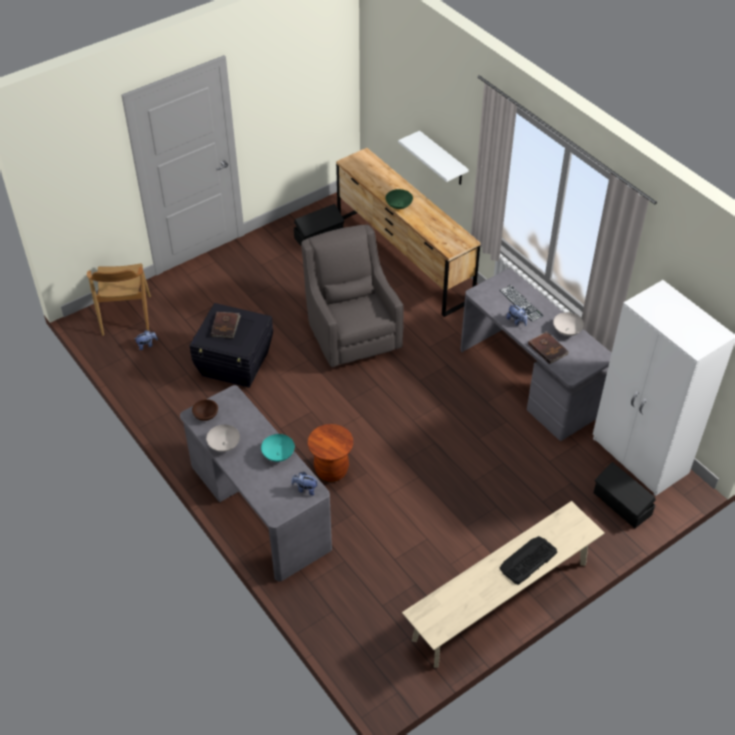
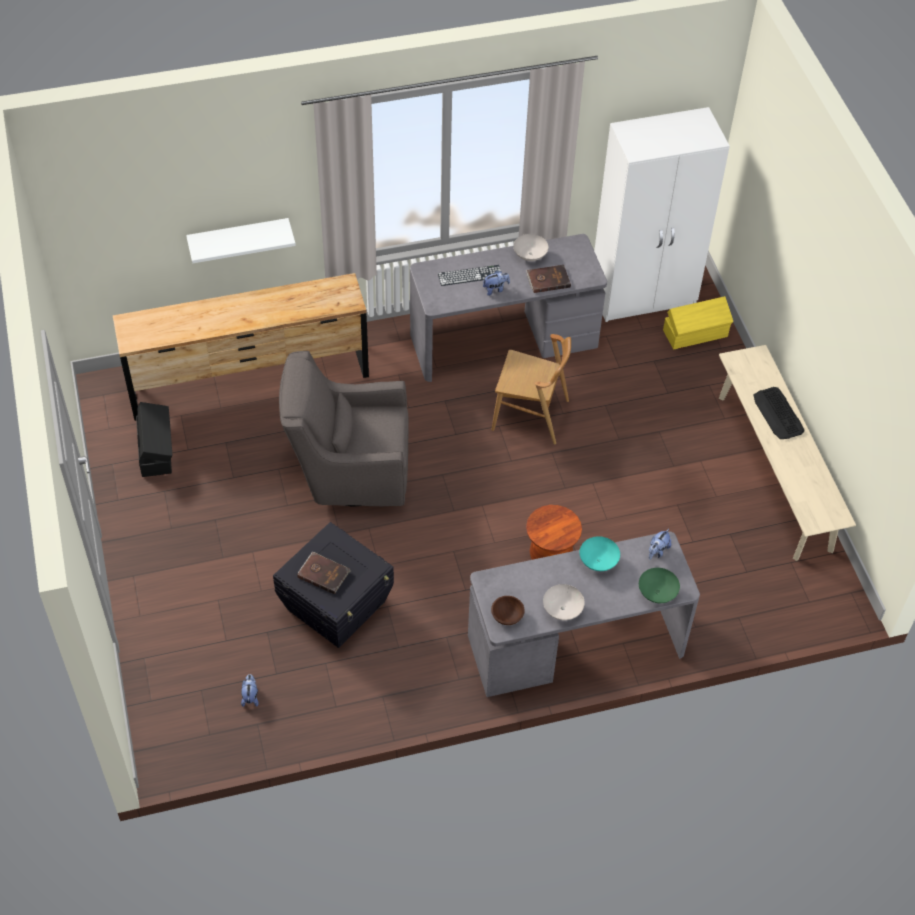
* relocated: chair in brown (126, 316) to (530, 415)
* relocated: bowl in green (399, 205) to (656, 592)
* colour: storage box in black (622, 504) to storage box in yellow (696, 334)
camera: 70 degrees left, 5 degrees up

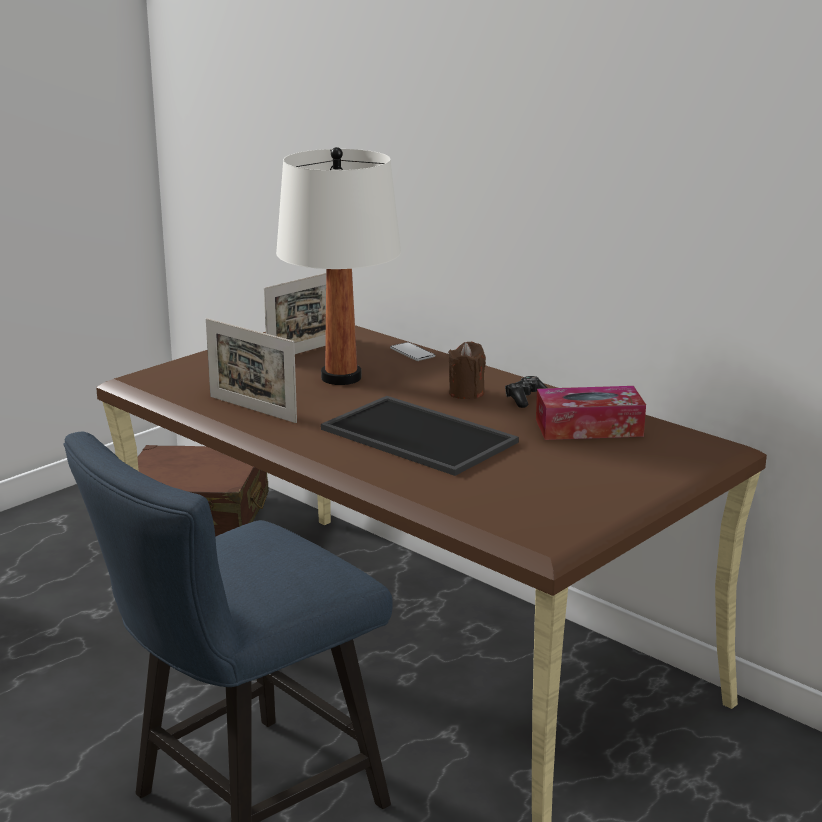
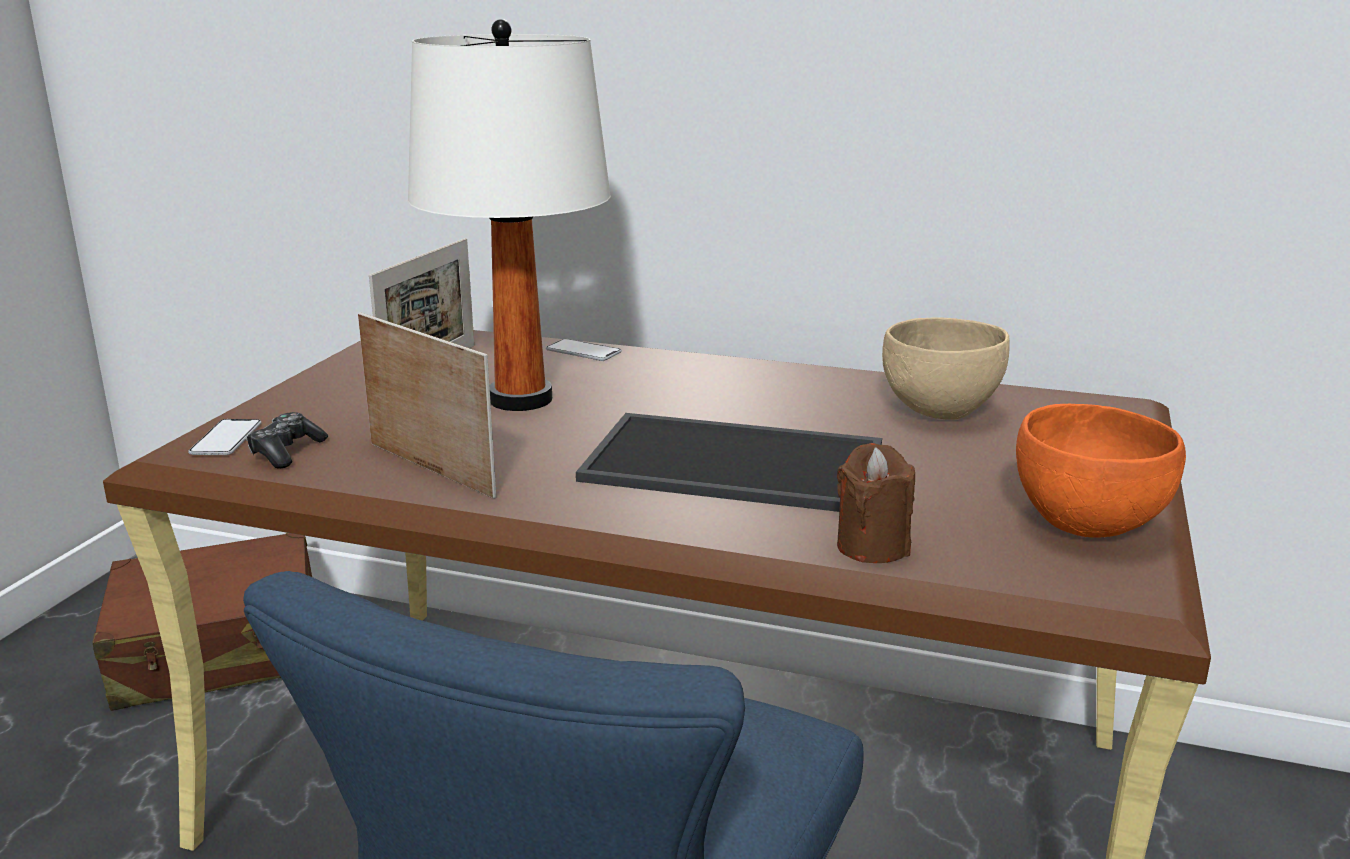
* spun: picture frame (252, 409) = (430, 469) 150 degrees counterclockwise
* relocated: candle in brown (466, 393) to (872, 546)
* relocated: game controller (526, 399) to (286, 452)
* exchanged: tissue box (589, 428) to bowl in beige (940, 410)
* appeared: phone (226, 439)
* appeared: bowl in orange (1085, 524)
camera: 25 degrees left, 0 degrees up

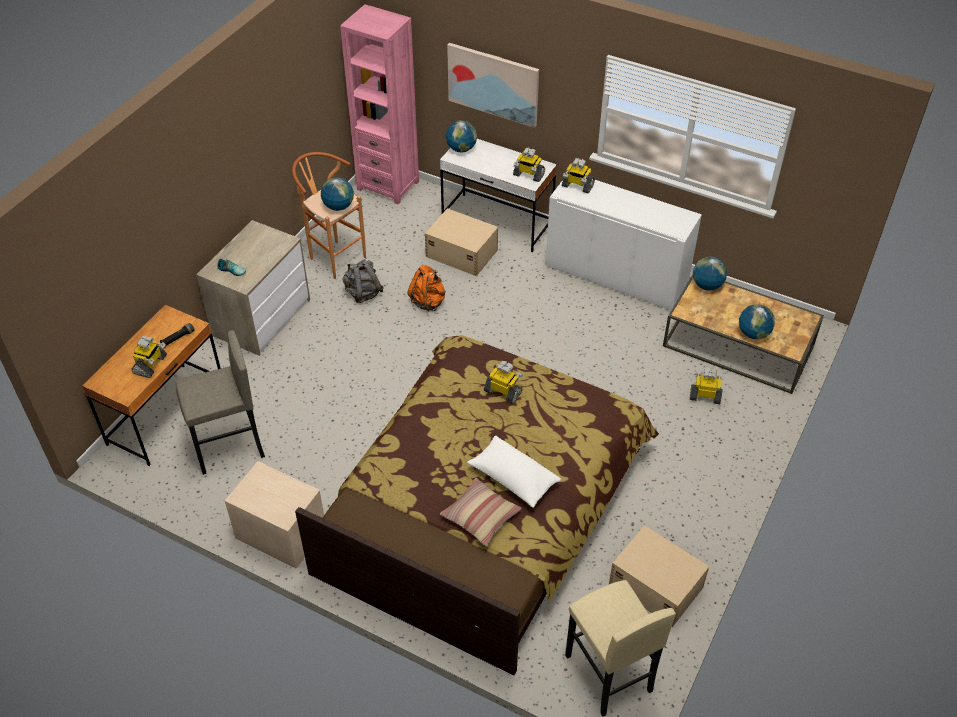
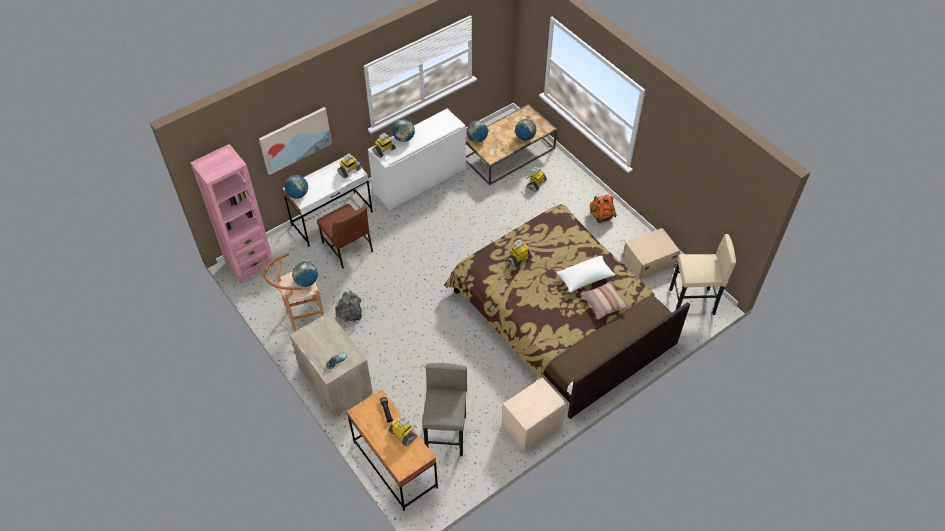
* relocated: backpack in orange (428, 301) to (601, 216)
* exchanged: storage box in beige (461, 253) to chair in brown (347, 248)
* appeared: globe (404, 138)
camera: 65 degrees left, 5 degrees up

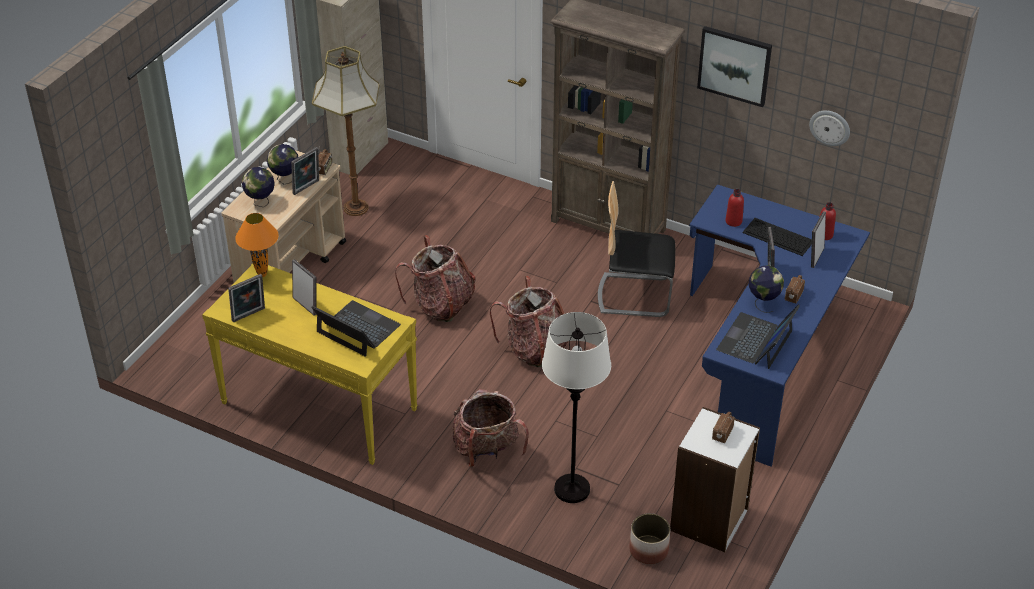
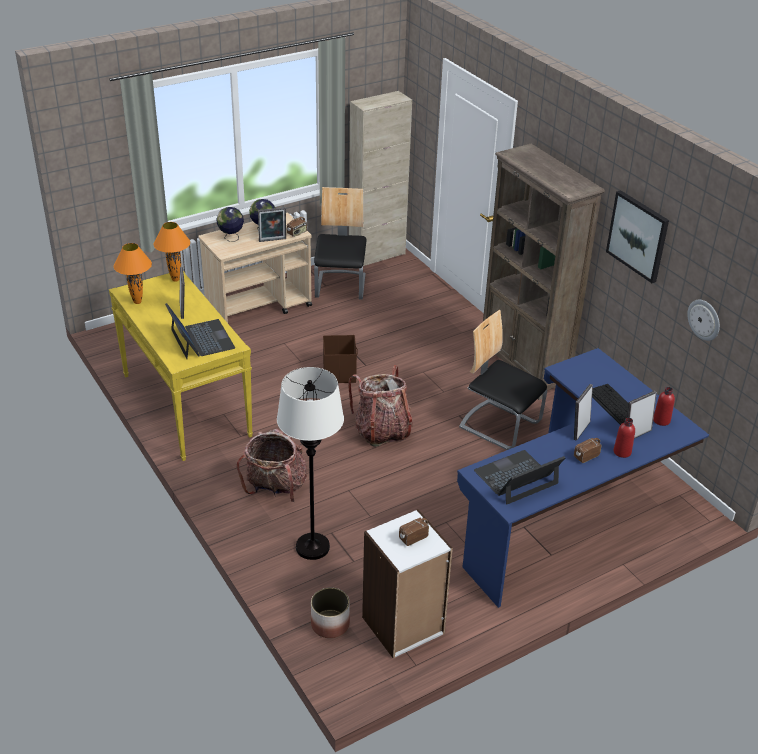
* exchanged: picture frame (249, 316) to table lamp in orange (138, 302)
* exchanged: floor lamp (355, 207) to chair (341, 286)
* exchanged: backpack (440, 305) to storage box in brown (339, 373)
* relocated: bottle in red (733, 221) to (622, 452)
* missing: globe (763, 303)
camera: 30 degrees right, 5 degrees down

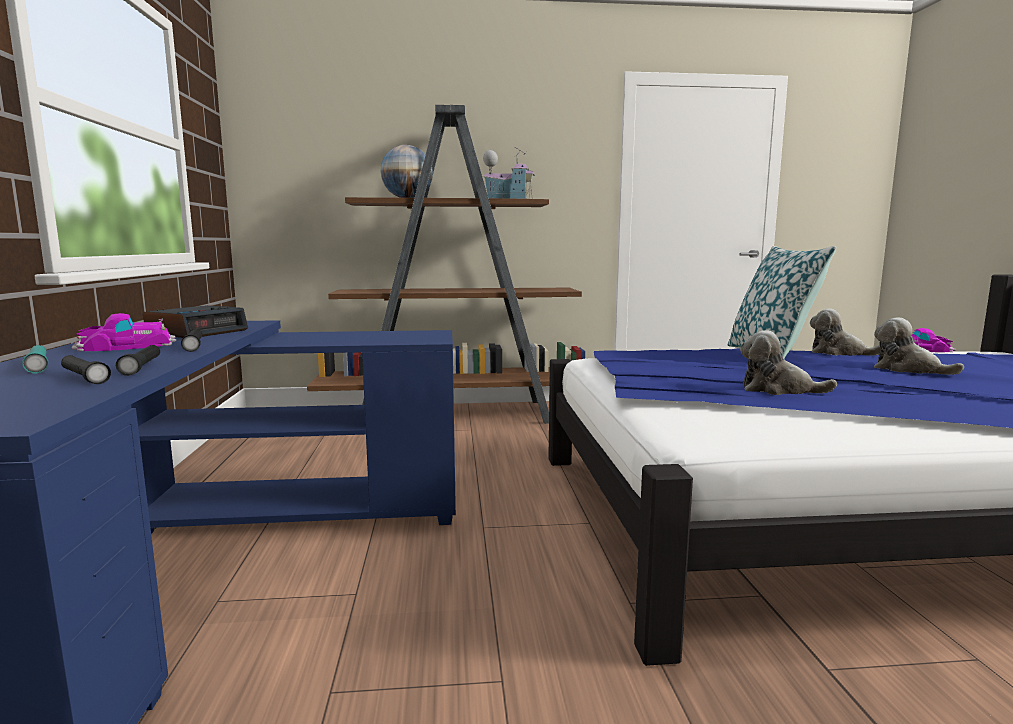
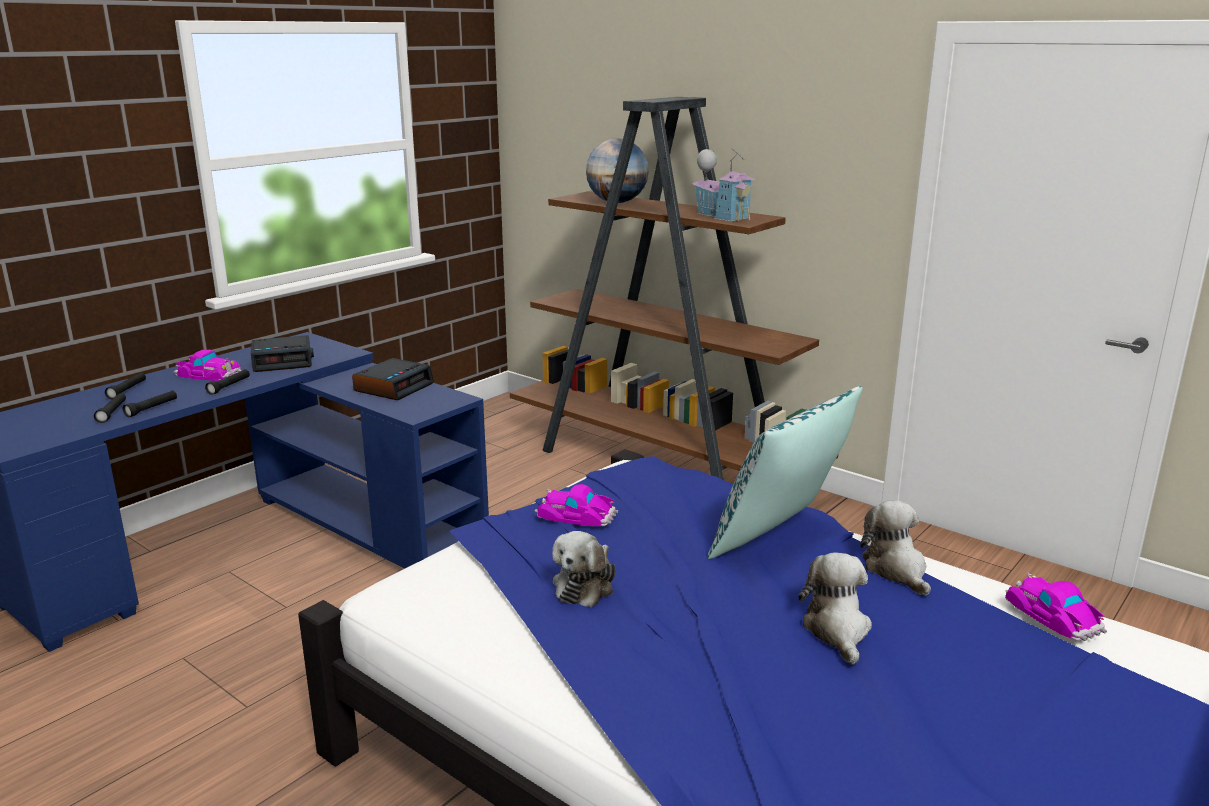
* colour: flashlight in turquoise (38, 366) to flashlight in black (127, 390)
* spun: plush toy (778, 390) = (585, 585) 135 degrees counterclockwise
* appeared: alarm clock (394, 387)
* appeared: toy car (576, 514)
camera: 45 degrees right, 10 degrees up

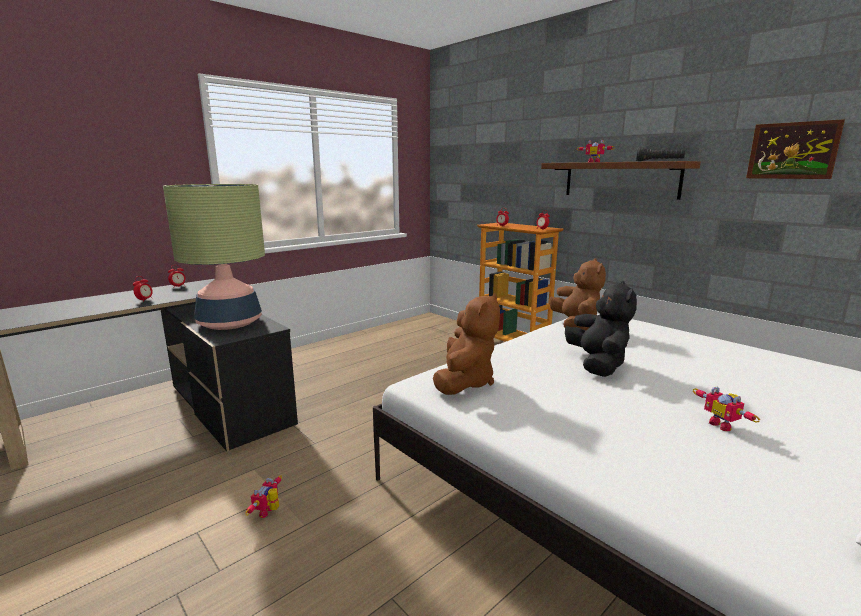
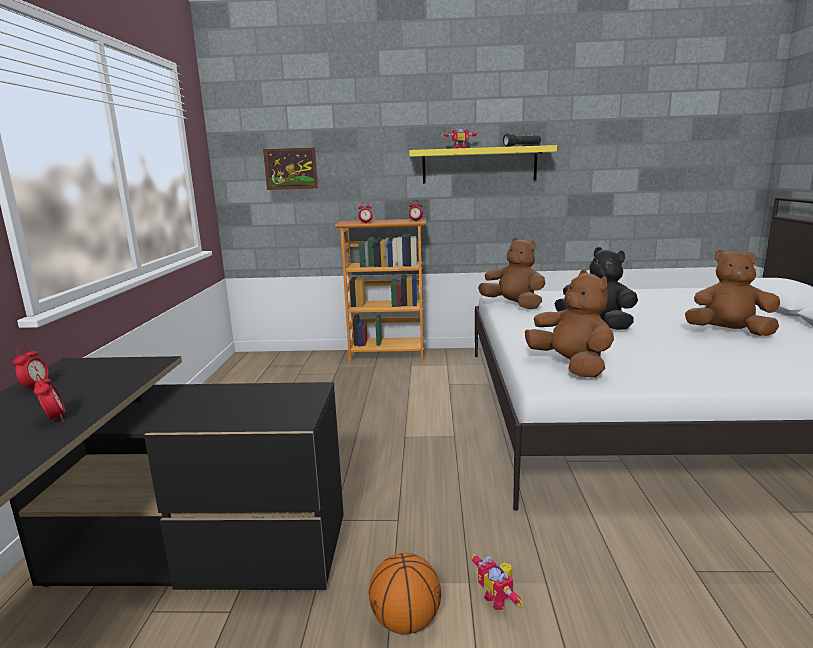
* missing: table lamp (229, 323)
* colour: shelf in brown (620, 179) to shelf in yellow (479, 165)
* exchanged: toy robot (722, 425) to plush toy in brown (728, 332)
* relocated: picture (792, 150) to (291, 168)
* appeared: basketball (406, 621)
camera: 45 degrees left, 0 degrees up

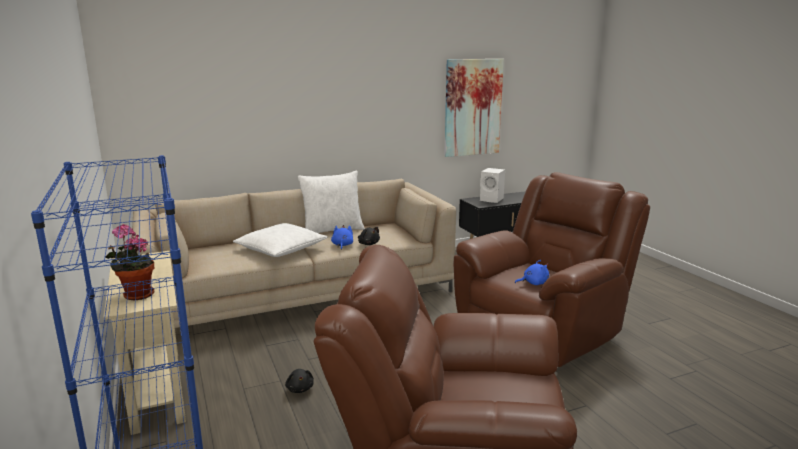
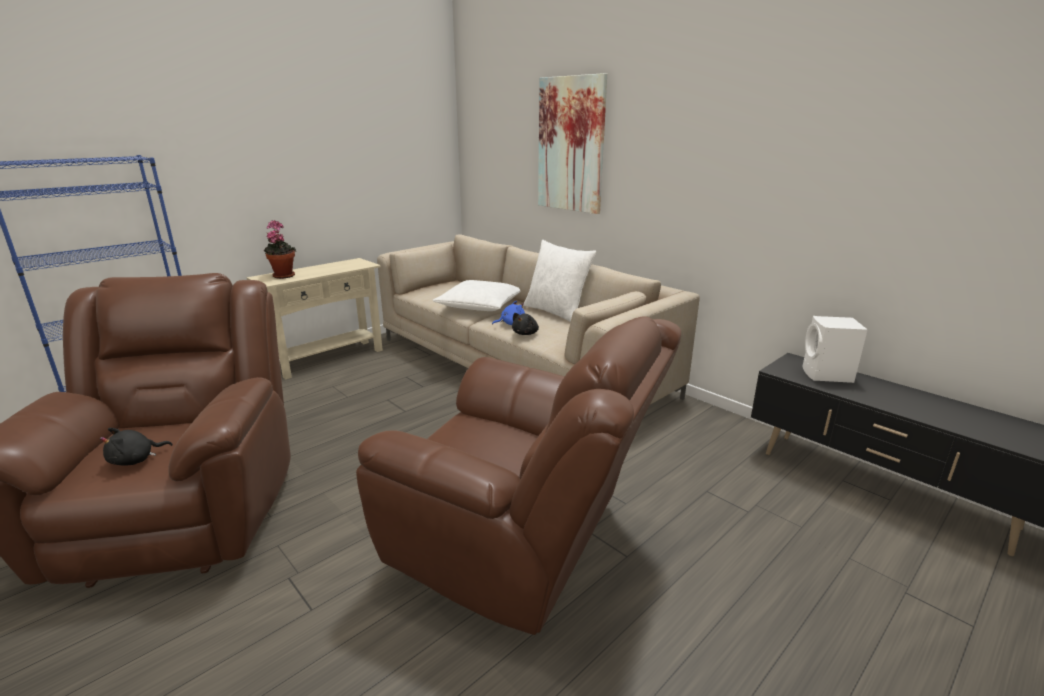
* relocated: plush toy in black (300, 389) to (136, 460)
* relocated: picture (473, 107) to (571, 145)
* missing: plush toy in blue (533, 283)
camera: 70 degrees right, 5 degrees up

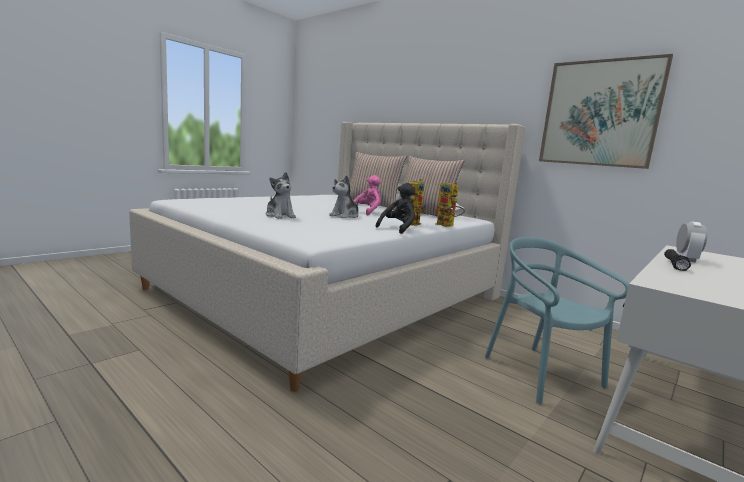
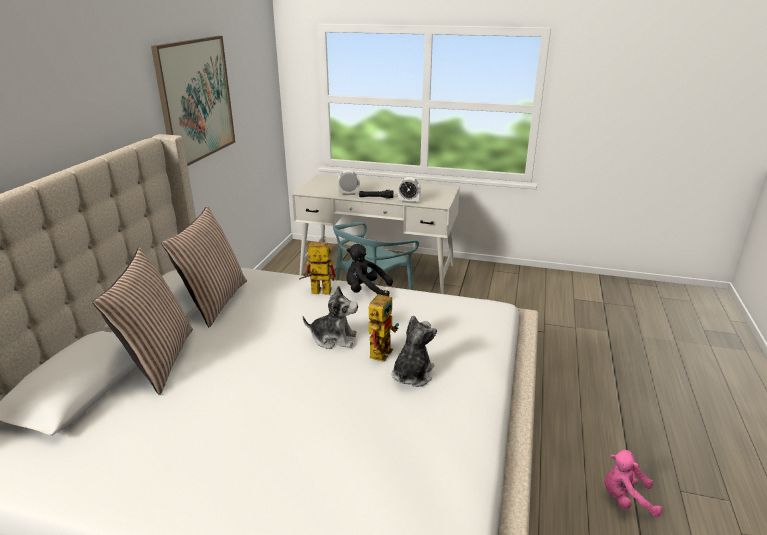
* relocated: plush toy in pink (367, 212) to (625, 499)
* relocated: toy robot (448, 225) to (381, 350)
* appeared: alarm clock (409, 201)
camera: 115 degrees left, 15 degrees up

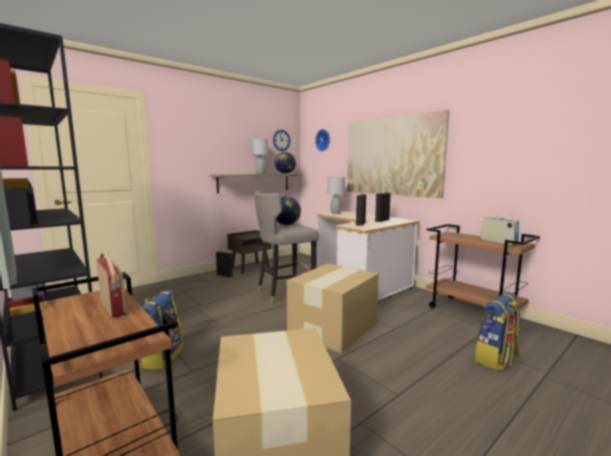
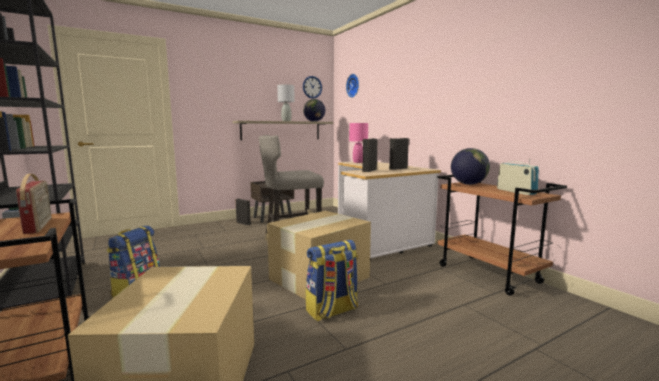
* relocated: globe (286, 224) to (468, 184)
* colour: table lamp in grey (335, 213) to table lamp in pink (358, 162)
* missing: picture (391, 156)
* relocated: backpack (496, 359) to (332, 311)
camera: 10 degrees right, 0 degrees up

